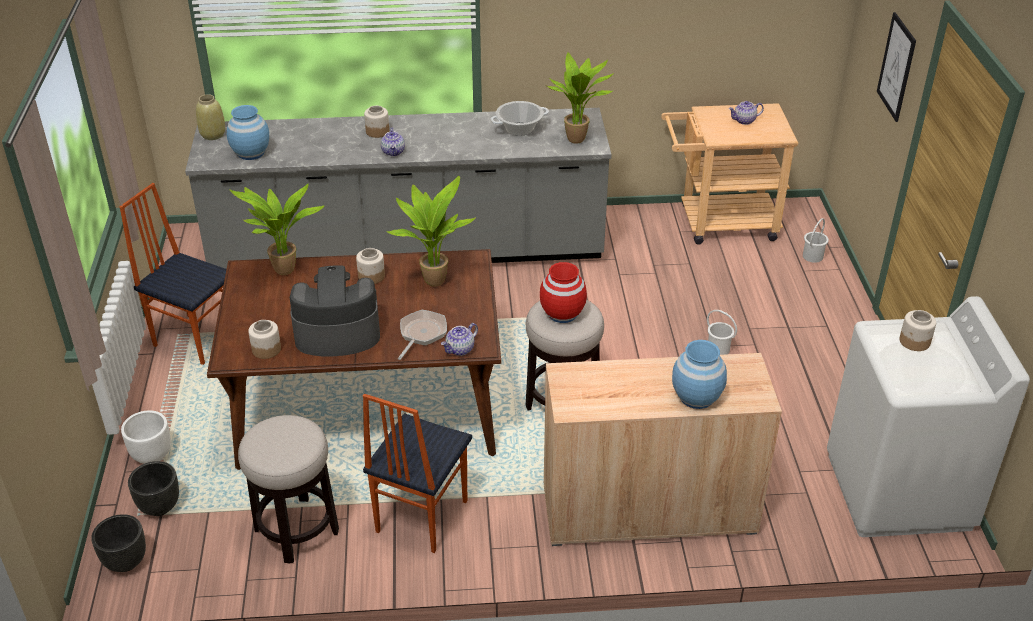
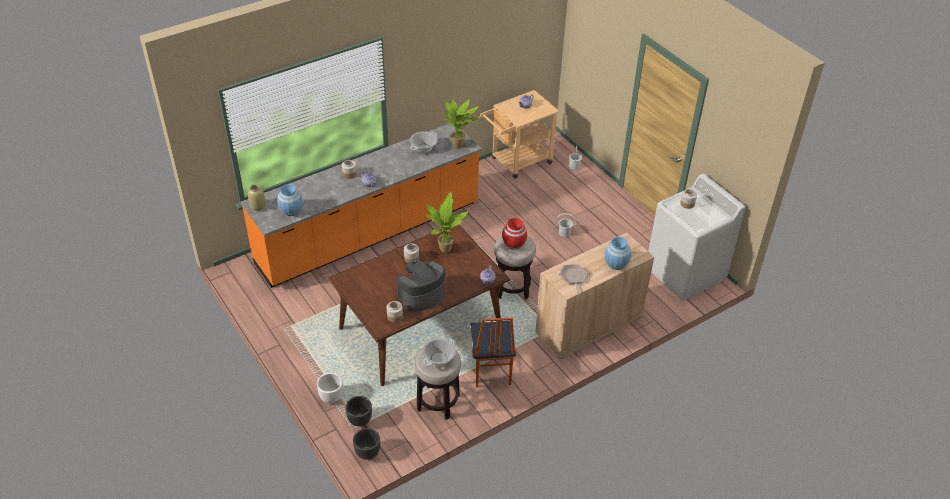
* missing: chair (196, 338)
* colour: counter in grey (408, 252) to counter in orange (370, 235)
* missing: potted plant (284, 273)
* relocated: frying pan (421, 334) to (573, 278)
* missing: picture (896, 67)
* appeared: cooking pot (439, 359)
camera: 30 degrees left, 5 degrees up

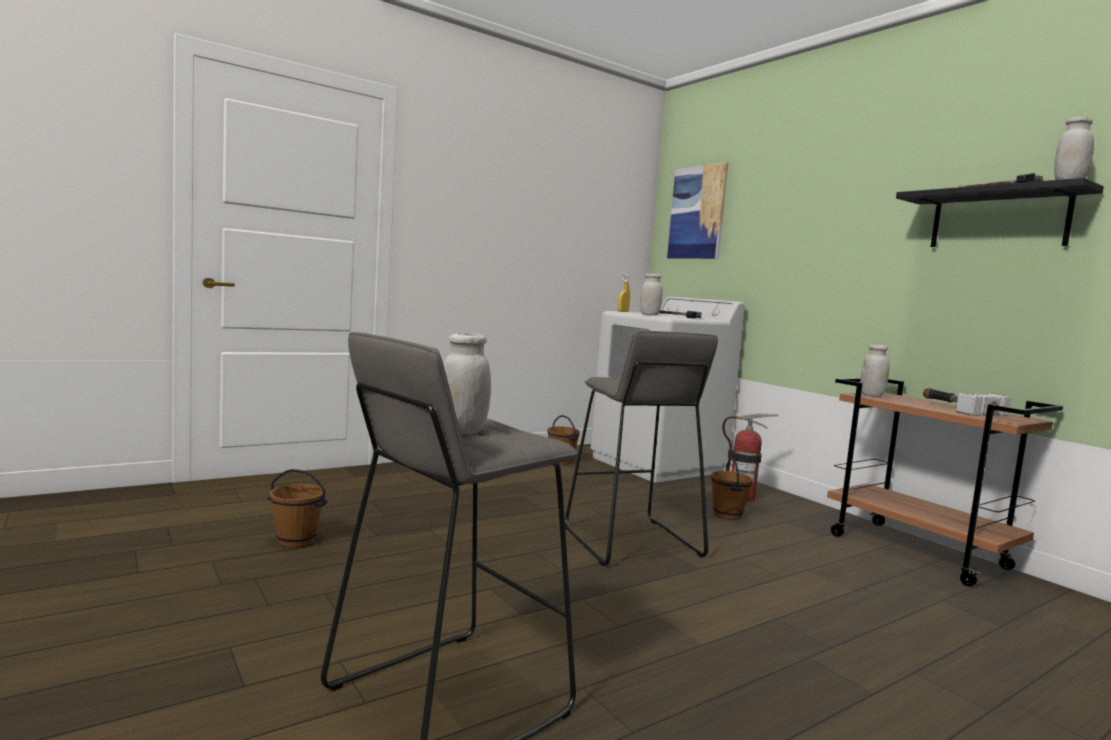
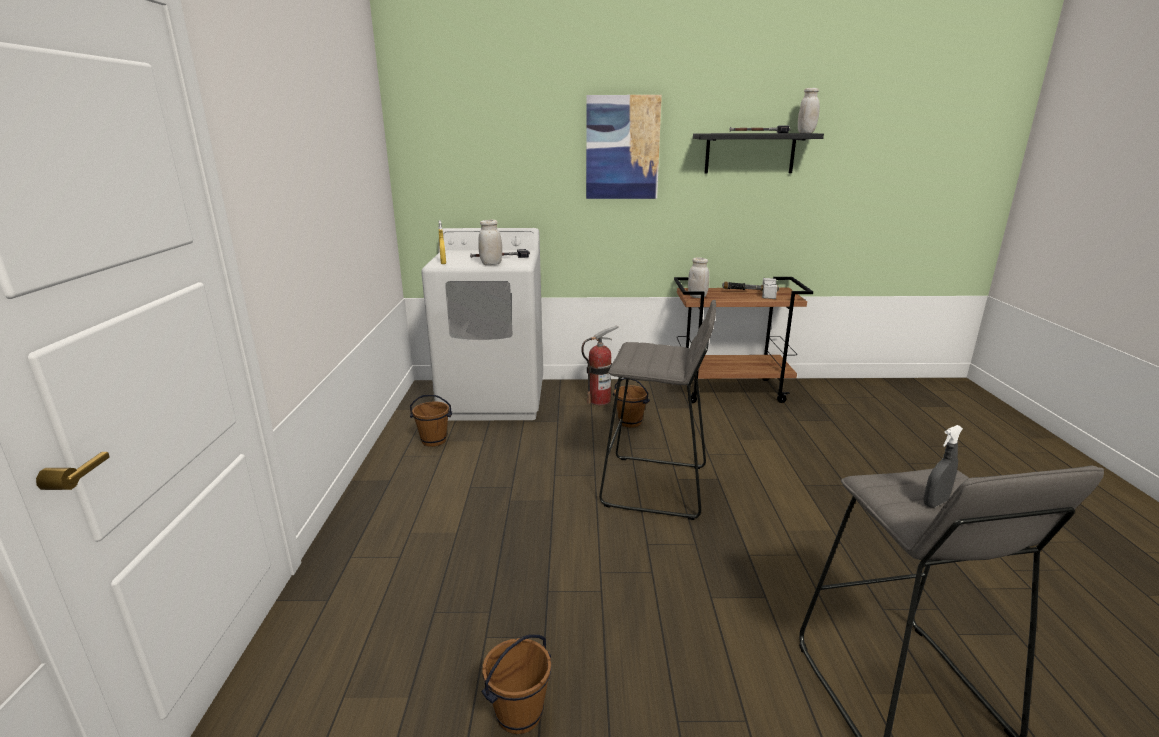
* exchanged: jar in white (463, 431) to spray bottle in grey (935, 503)
* relocated: picture (697, 212) to (622, 148)
camera: 55 degrees left, 15 degrees up

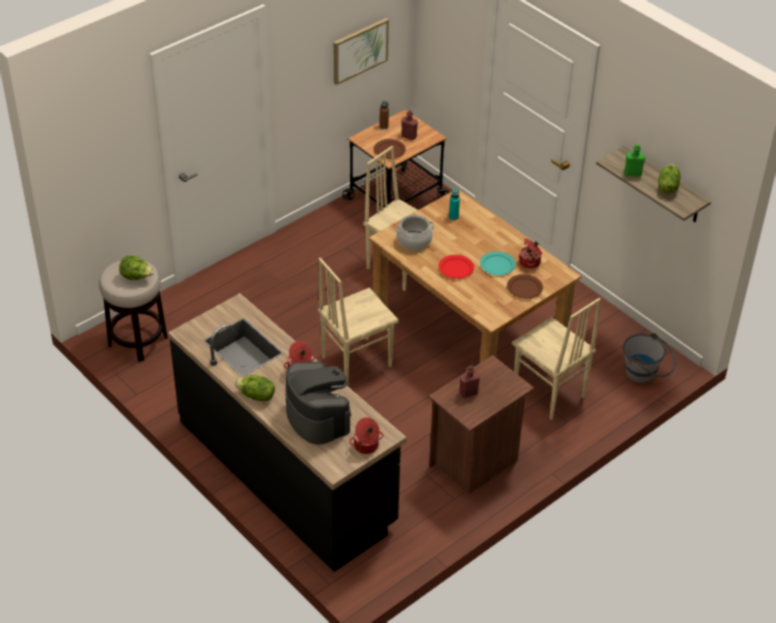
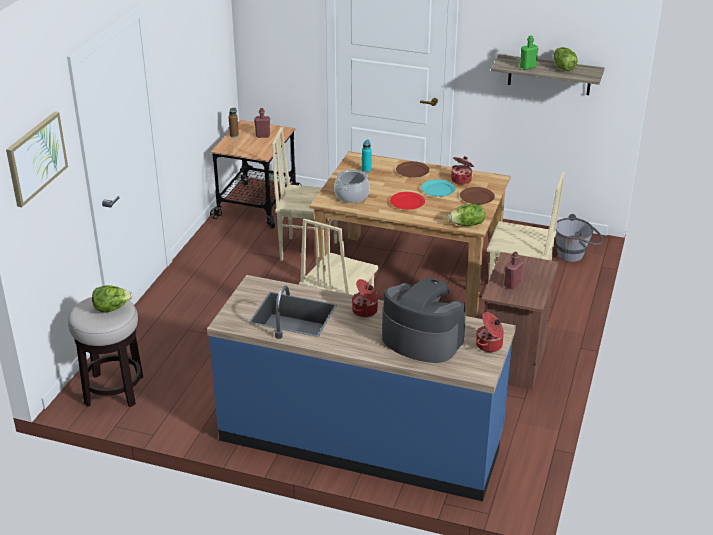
* colour: counter in black (287, 472) to counter in blue (361, 439)
* relocated: lettuce (256, 396) to (467, 224)
* relocated: picture (360, 50) to (36, 158)
* relocated: plate in brown (389, 150) to (412, 171)
camera: 30 degrees left, 10 degrees down

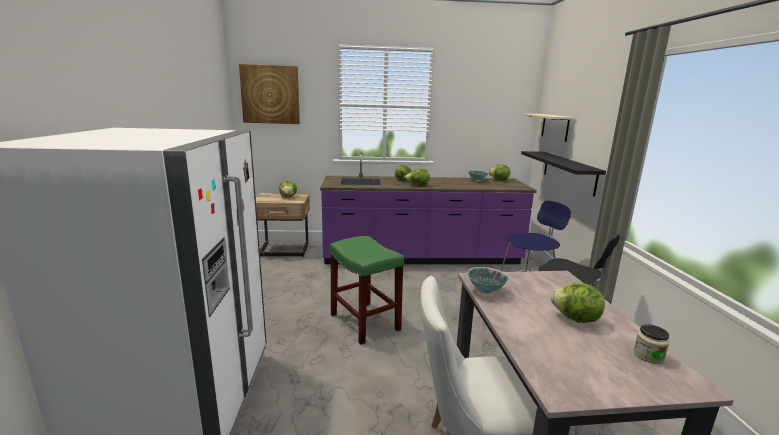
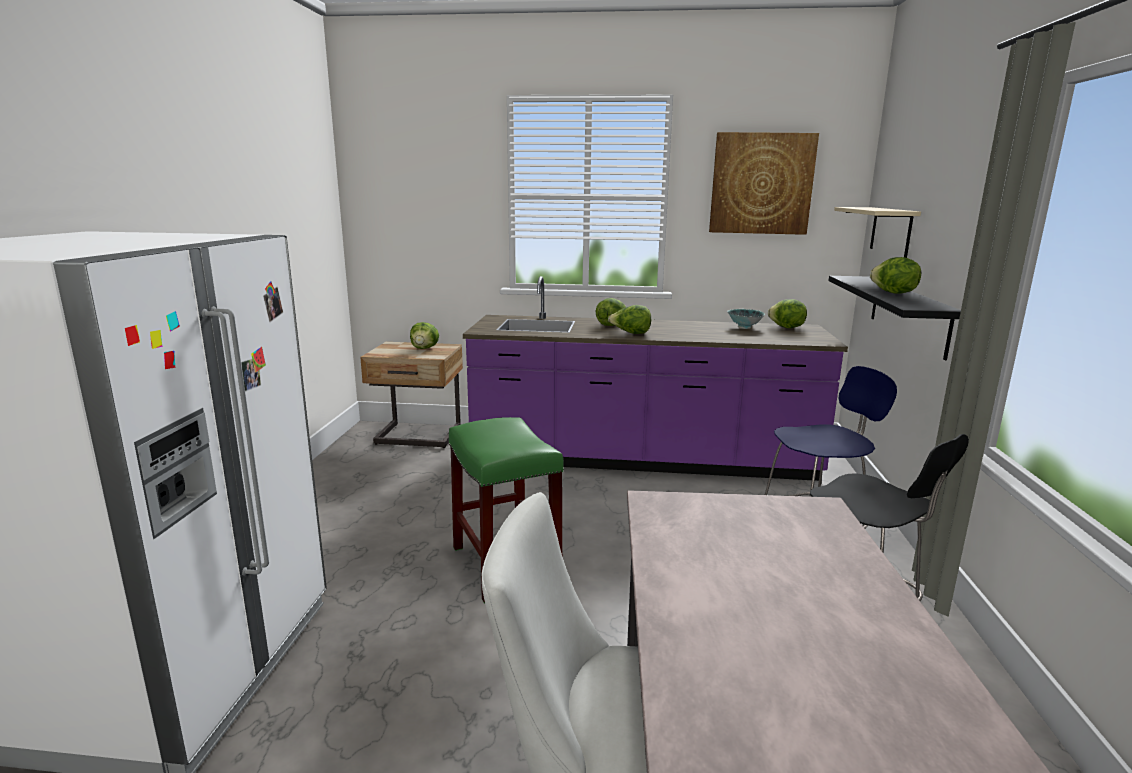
* relocated: picture (270, 94) to (761, 184)
* missing: bowl (485, 291)
* relocated: lettuce (575, 319) to (893, 293)
* missing: jar (648, 355)
camera: 10 degrees right, 0 degrees up

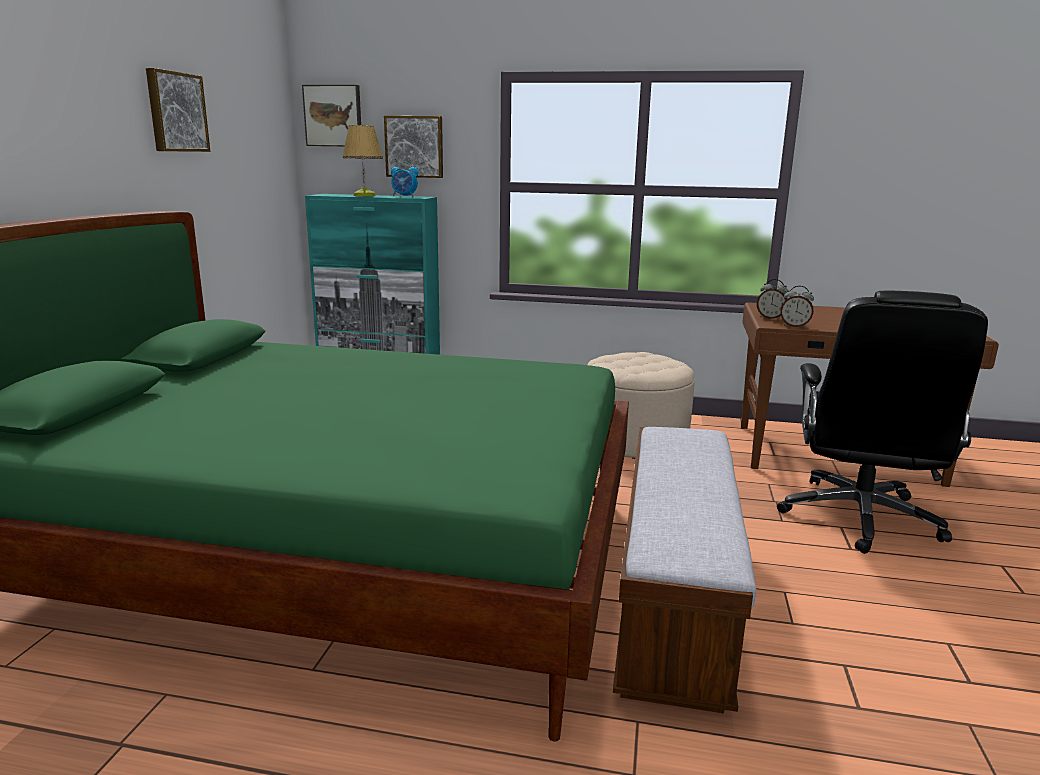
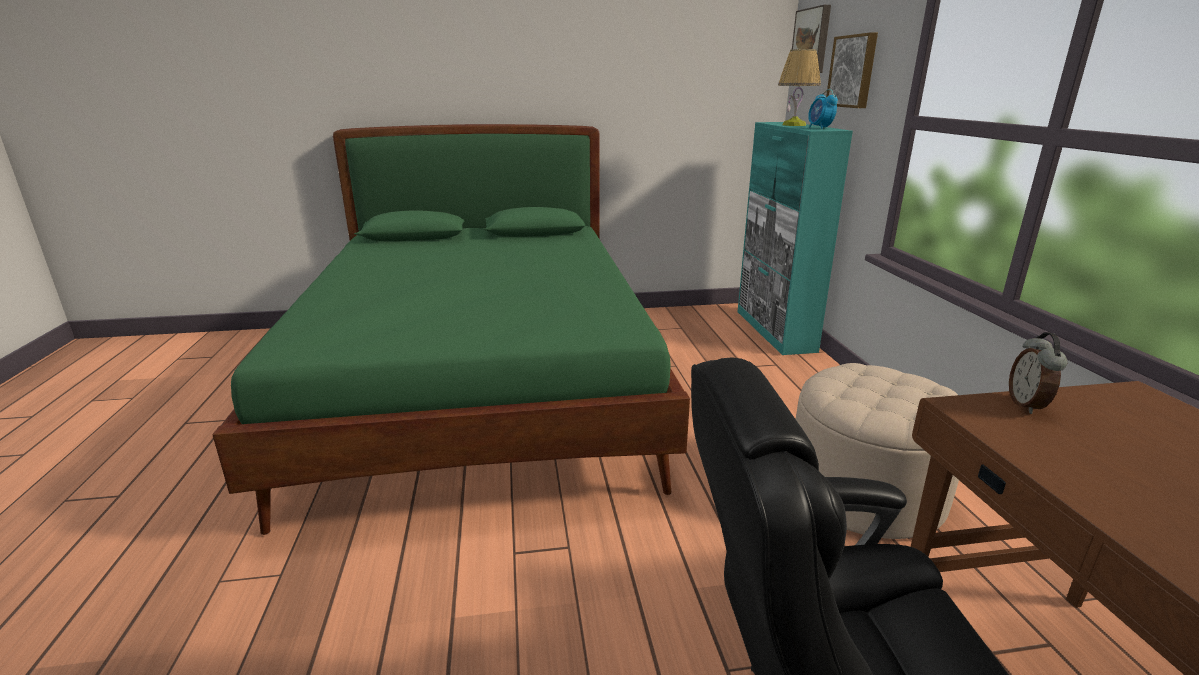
* missing: picture (176, 112)
* missing: bench (673, 598)
* missing: alarm clock (794, 326)
camera: 70 degrees right, 5 degrees up

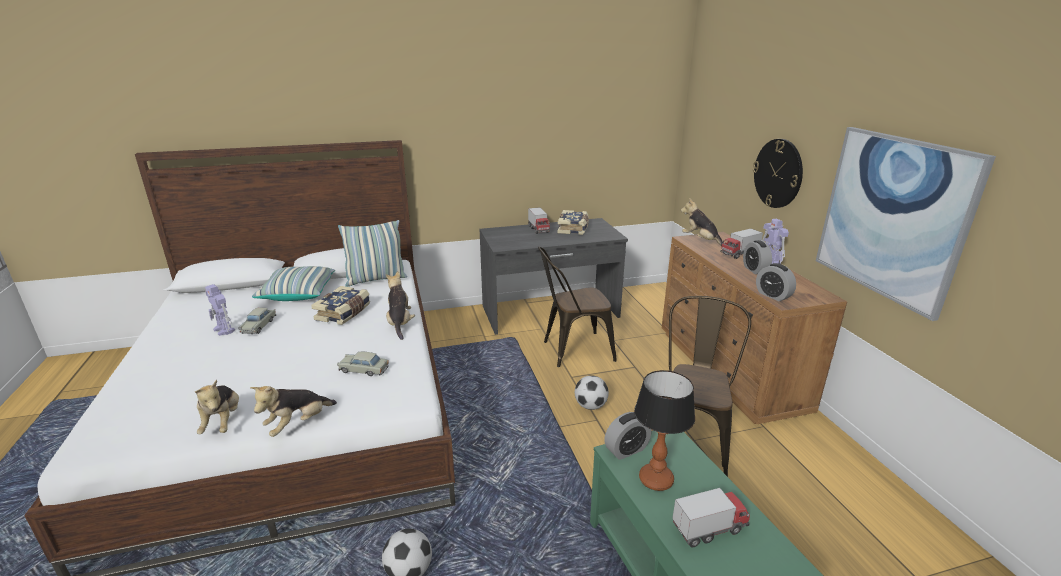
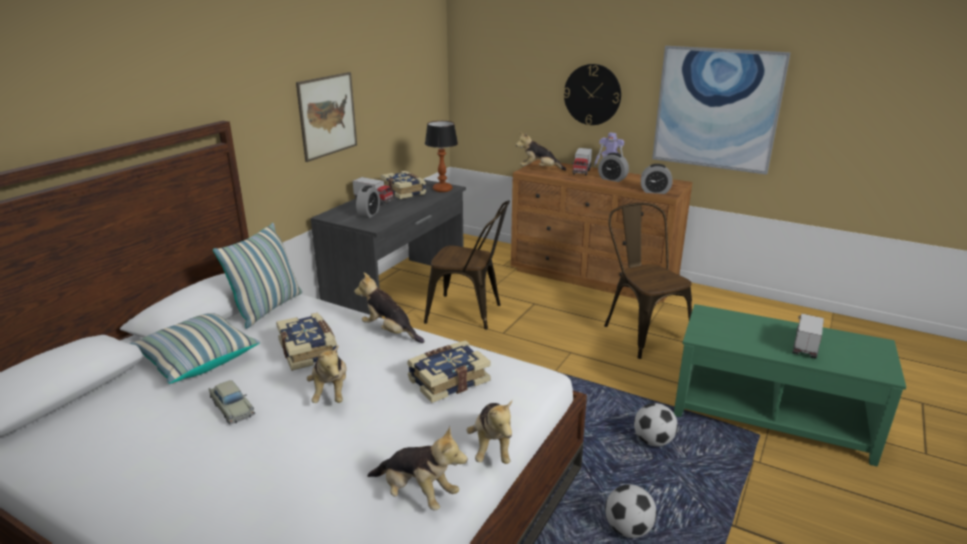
* missing: toy robot (224, 330)
* exchanged: toy car in beige (364, 370) to book (448, 380)
* spun: chair in brown (572, 350) = (470, 313) 105 degrees counterclockwise
* relocated: football (590, 406) to (653, 441)
* relocated: alarm clock (626, 450) to (369, 214)
* relocated: table lamp (655, 479) to (442, 189)
* appeared: picture (327, 115)
* appeared: plush toy (331, 392)
camera: 45 degrees left, 0 degrees up

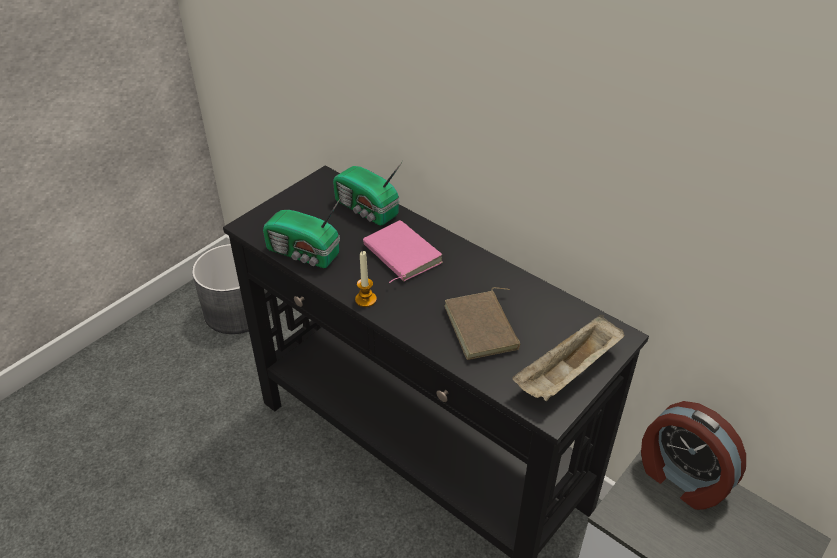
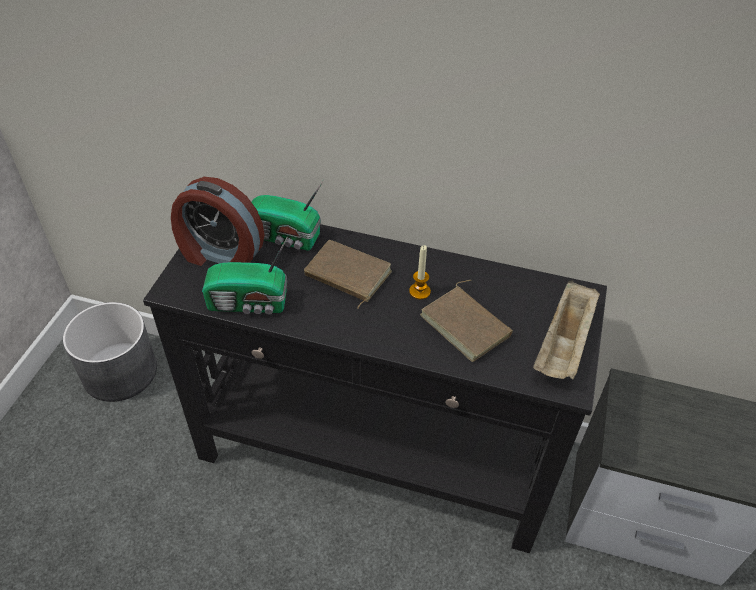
* relocated: candle (365, 299) to (419, 291)
* colour: book in pink (400, 255) to book in brown (346, 275)
* relocated: alarm clock (681, 478) to (220, 256)
camera: 25 degrees left, 5 degrees up

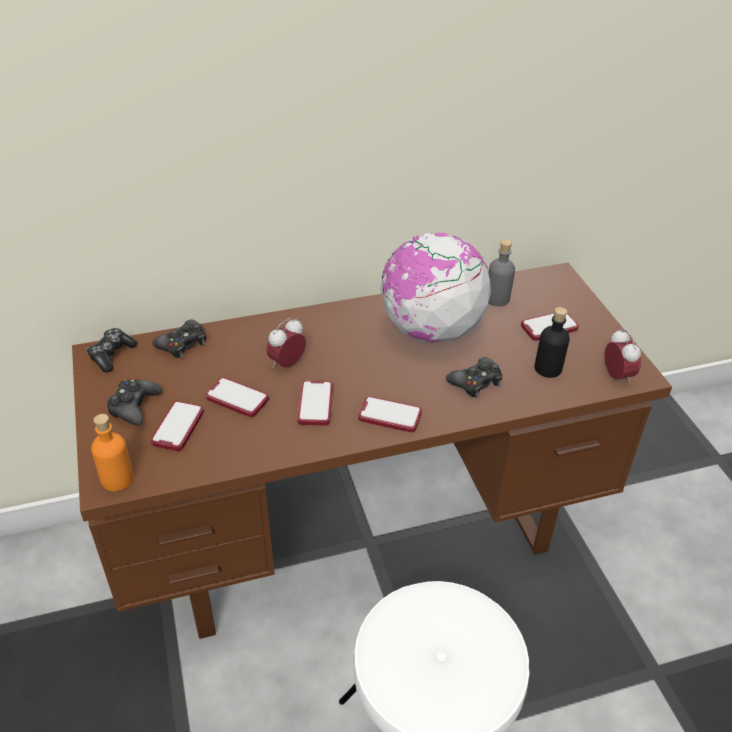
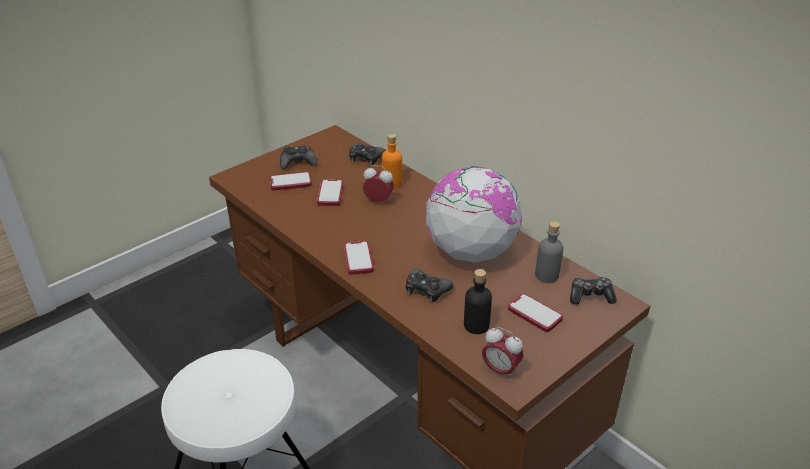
* relocated: game controller (111, 355) to (590, 296)
* relocated: bottle in orange (117, 479) to (392, 183)
* missing: phone (315, 404)
* spun: alarm clock (617, 376) = (500, 370) 75 degrees clockwise
camera: 65 degrees right, 5 degrees down

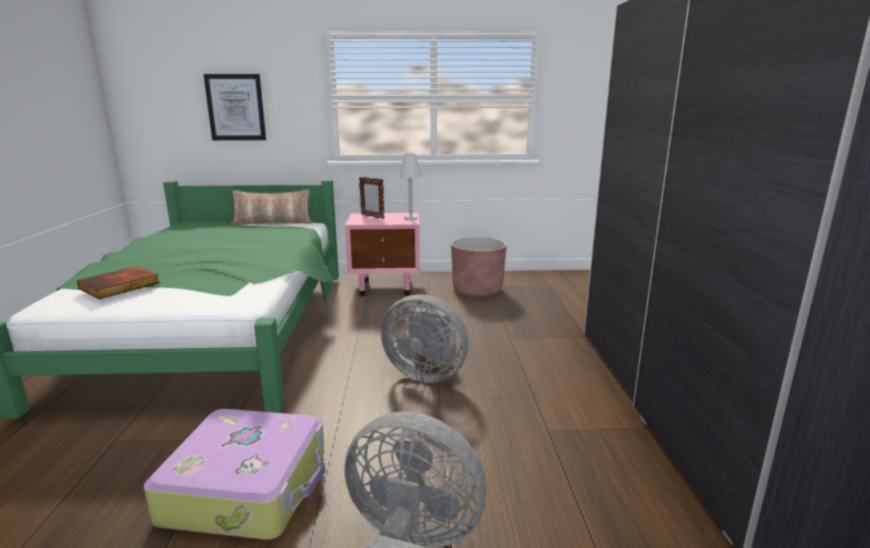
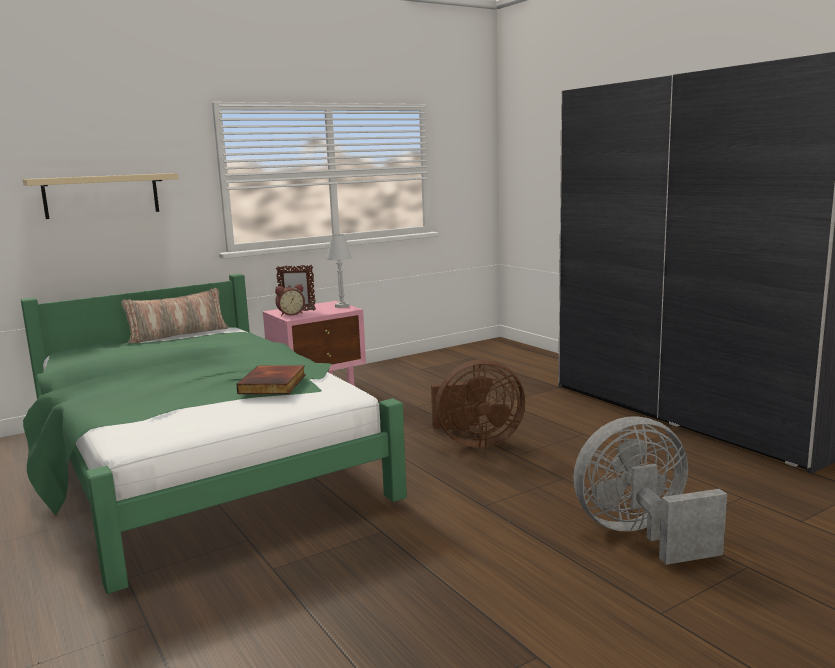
* relocated: book (120, 286) to (274, 384)
* missing: suitcase (248, 487)
* exchanged: picture (235, 107) to shelf in beige (101, 195)
* colour: fan in grey (425, 373) to fan in brown (475, 442)
* missing: planter in brown (477, 290)
* appeared: alarm clock (290, 314)
camera: 30 degrees left, 5 degrees down

